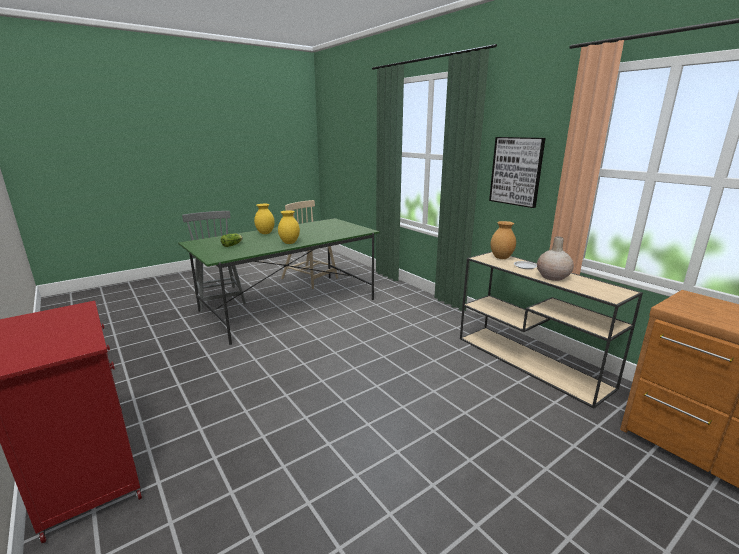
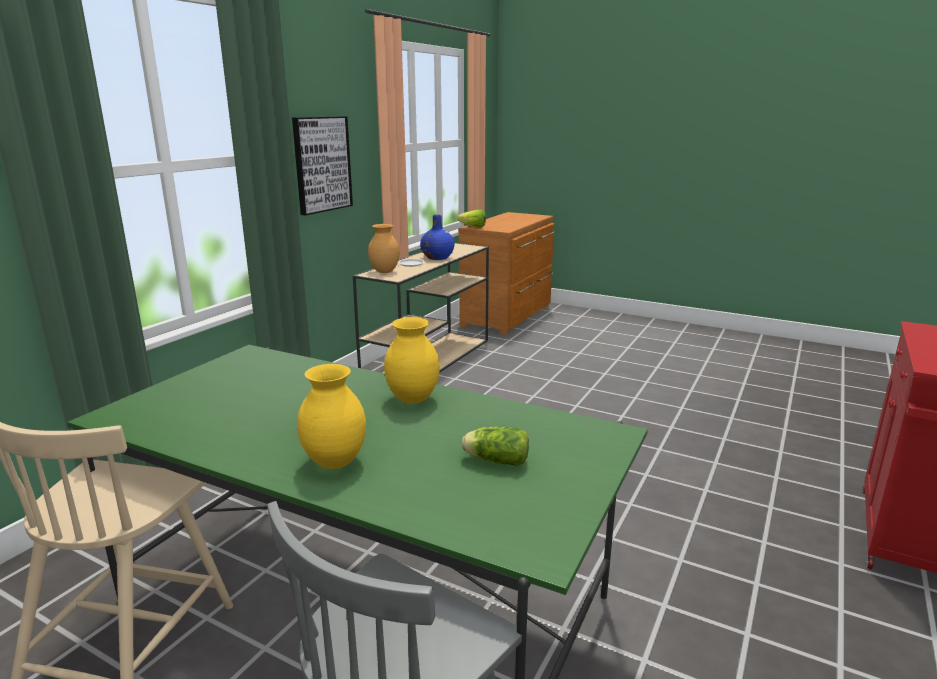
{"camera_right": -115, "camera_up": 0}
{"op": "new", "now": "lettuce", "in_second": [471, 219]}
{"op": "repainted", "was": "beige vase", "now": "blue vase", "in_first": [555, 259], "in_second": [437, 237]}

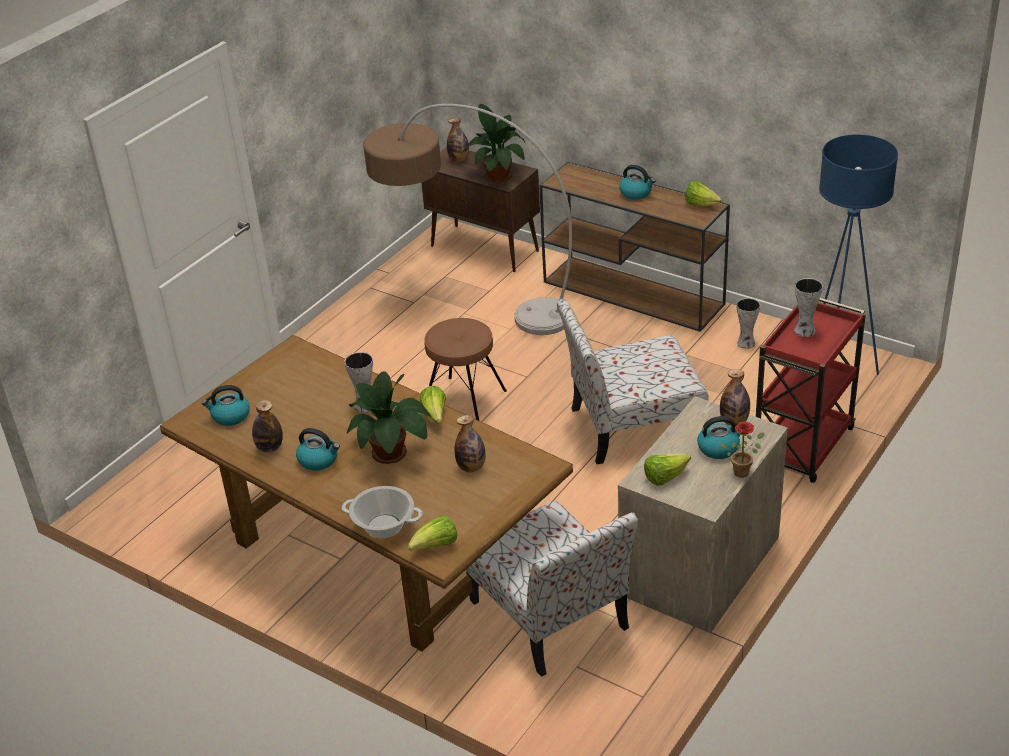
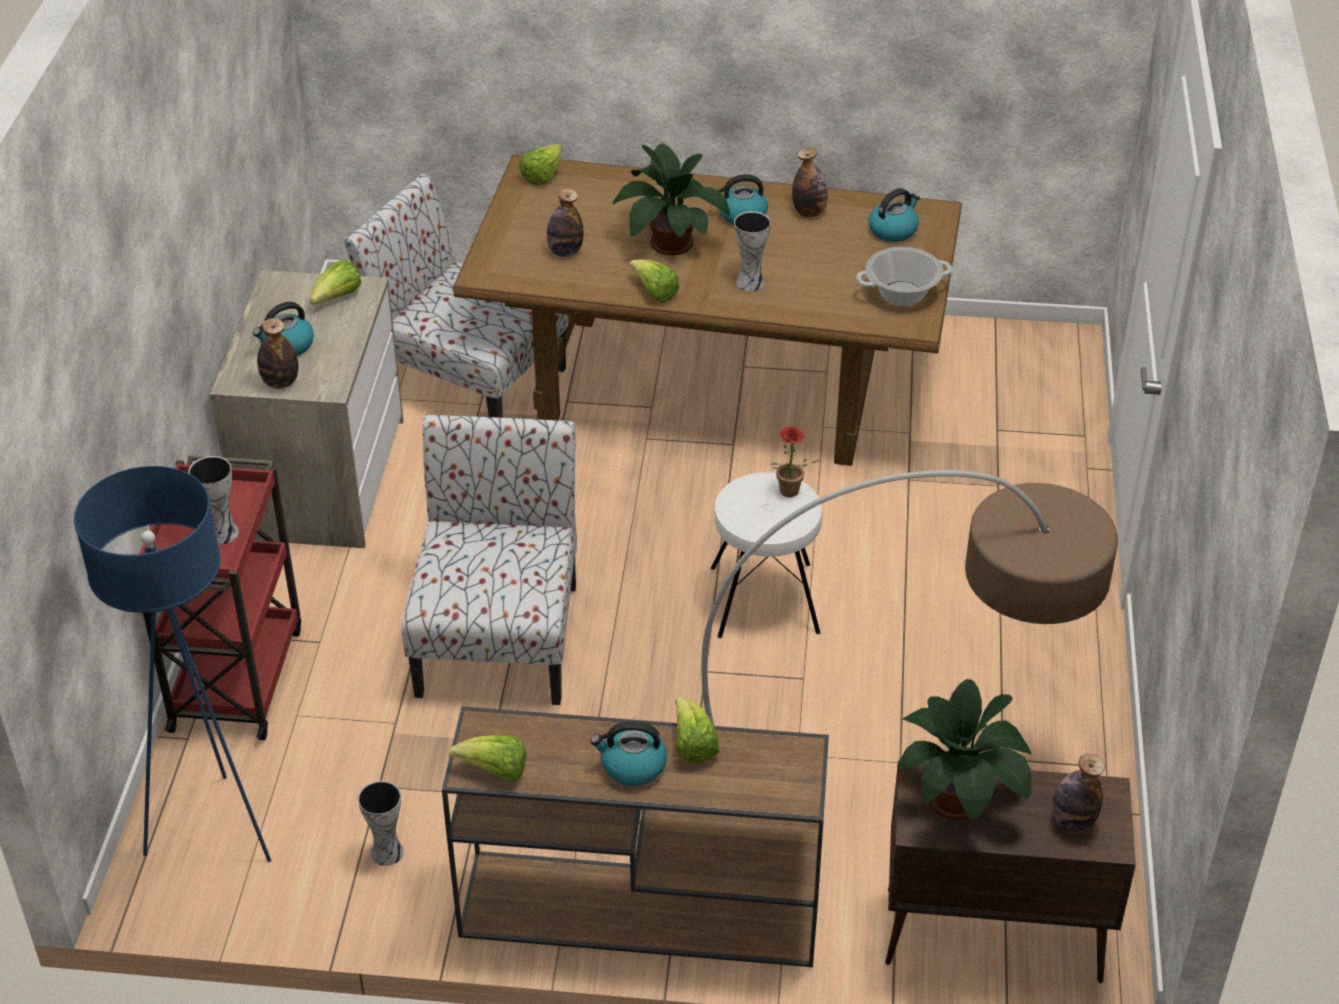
{"camera_right": 150, "camera_up": 5}
{"op": "new", "now": "lettuce", "in_second": [697, 730]}
{"op": "shifted", "was": "cooking pot", "in_first": [382, 512], "in_second": [904, 276]}
{"op": "shifted", "was": "potted plant", "in_first": [742, 450], "in_second": [796, 461]}
{"op": "repainted", "was": "brown stool", "now": "white stool", "in_first": [465, 369], "in_second": [766, 555]}
{"op": "rotated", "was": "chair", "in_first": [633, 381], "in_second": [489, 560], "clockwise": -45}

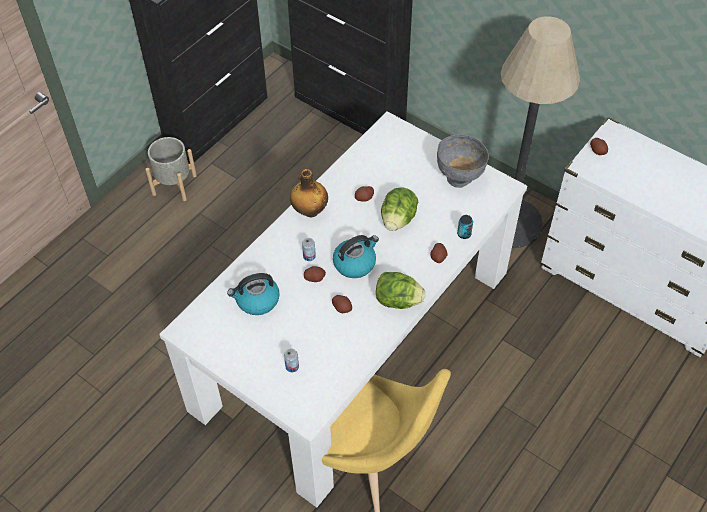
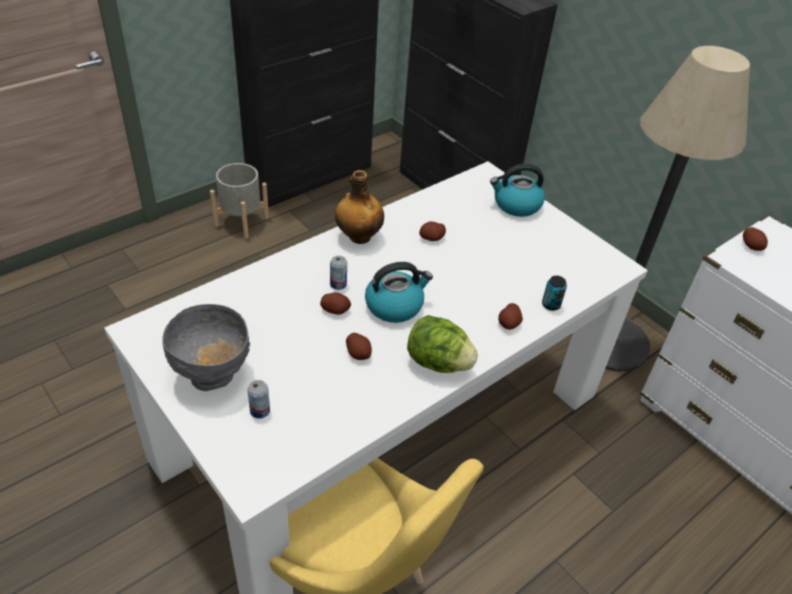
{"camera_right": 10, "camera_up": -10}
{"op": "gone", "was": "lettuce", "in_first": [399, 209]}
{"op": "shifted", "was": "kettle", "in_first": [253, 294], "in_second": [517, 190]}
{"op": "shifted", "was": "grey bowl", "in_first": [463, 161], "in_second": [206, 347]}

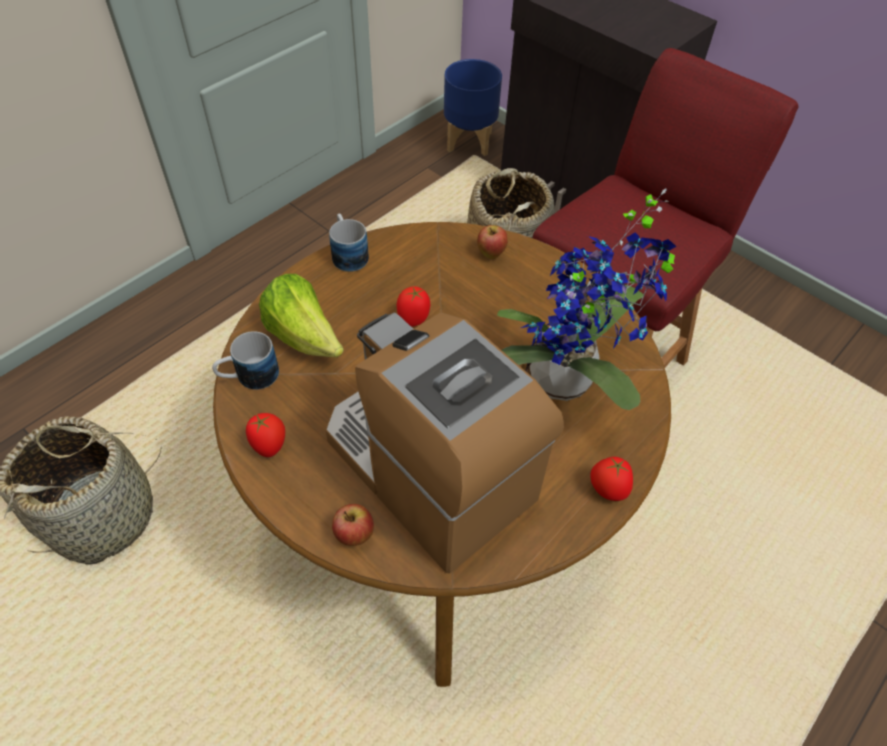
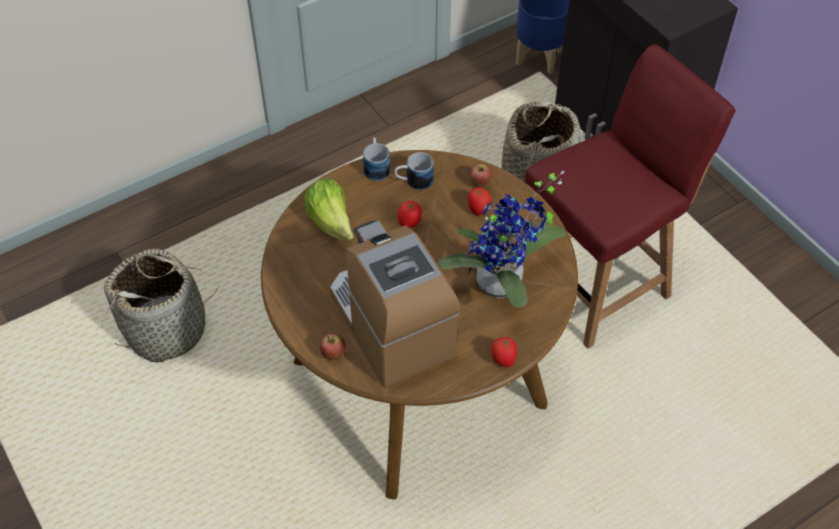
{"camera_right": 15, "camera_up": 0}
{"op": "shifted", "was": "mug", "in_first": [245, 360], "in_second": [414, 171]}
{"op": "shifted", "was": "tomato", "in_first": [265, 435], "in_second": [479, 202]}

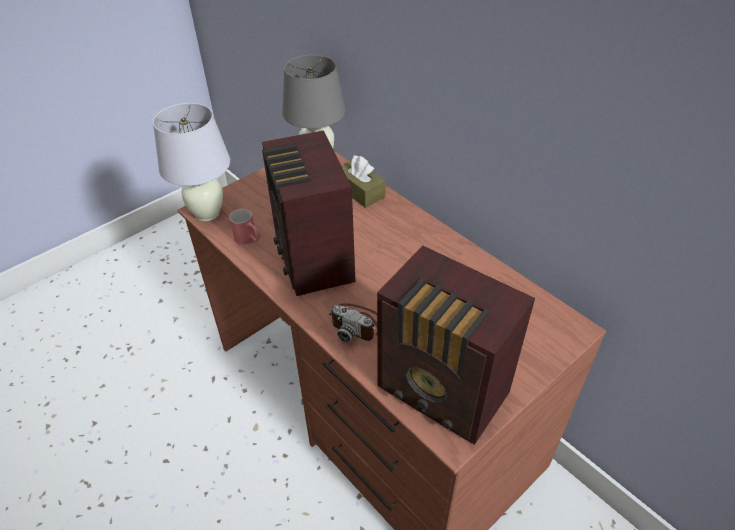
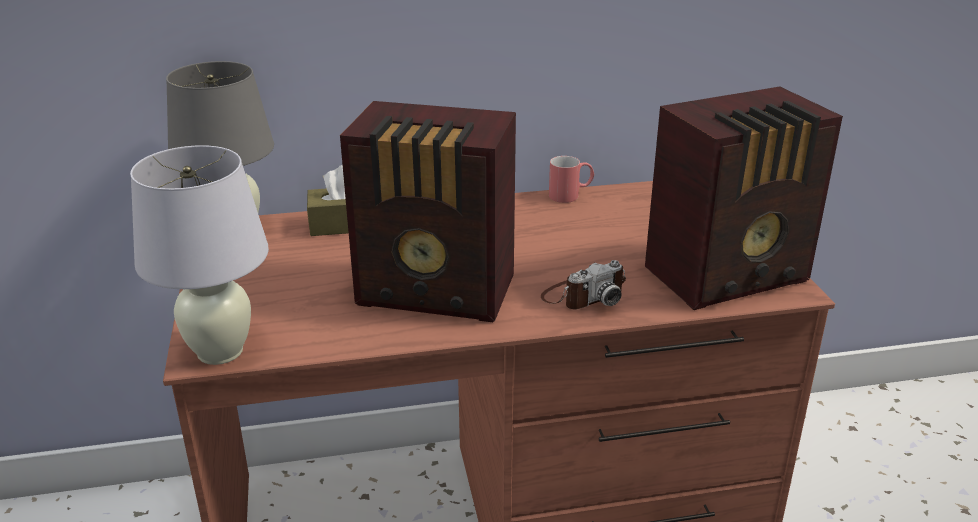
{"camera_right": -60, "camera_up": -15}
{"op": "shifted", "was": "red mug", "in_first": [245, 227], "in_second": [571, 179]}

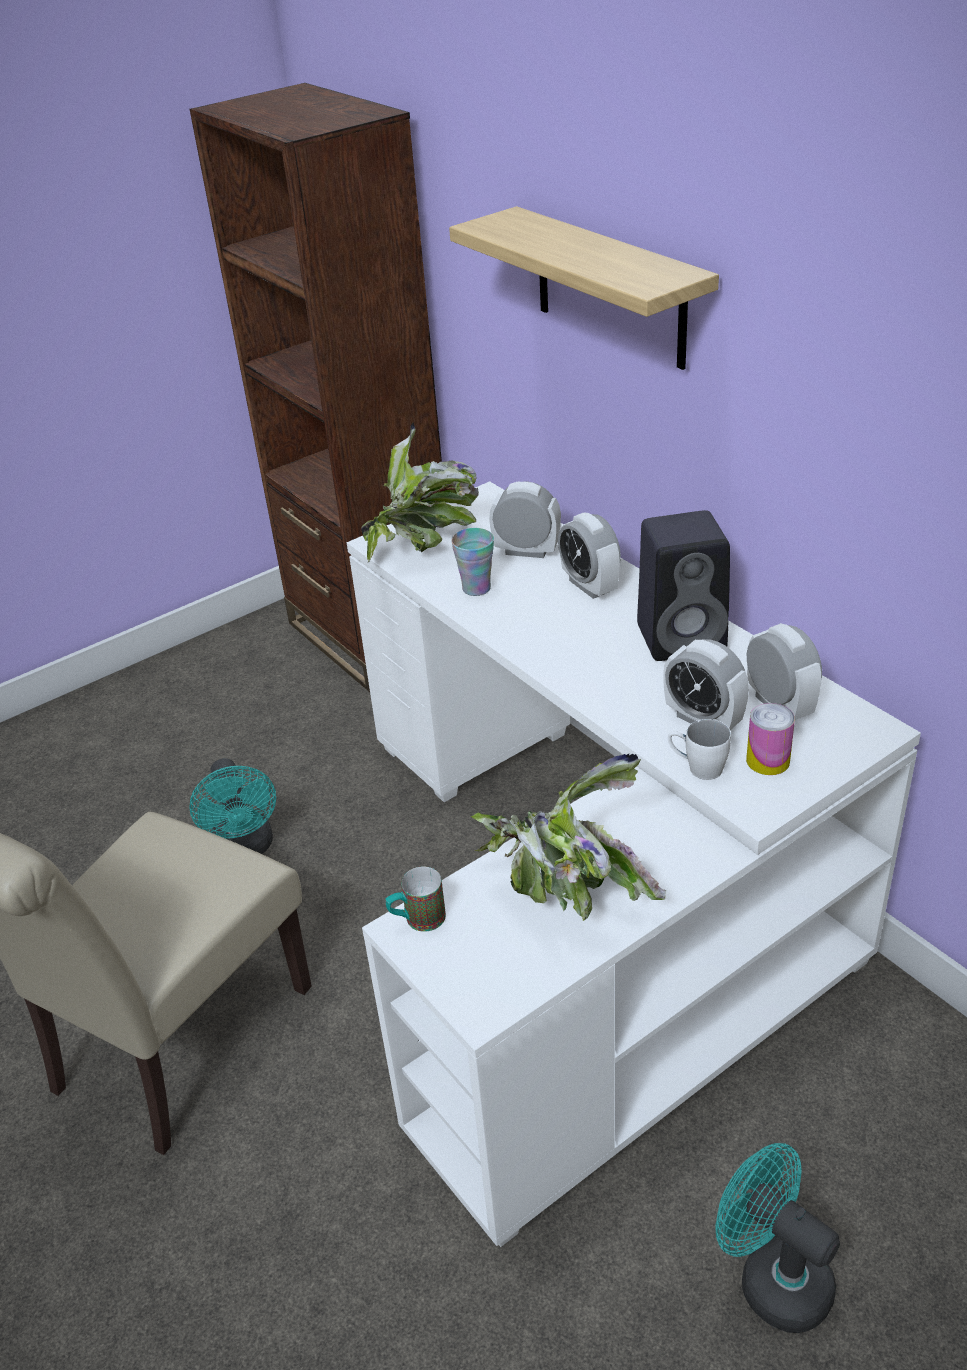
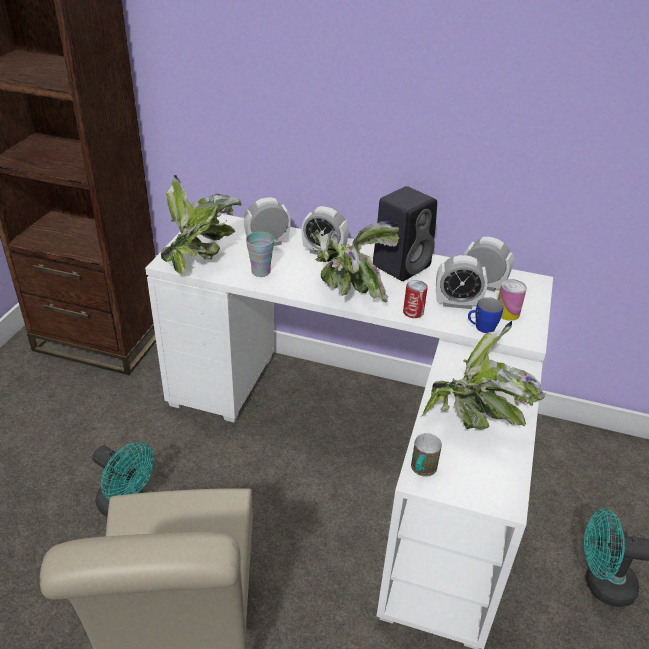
{"camera_right": -40, "camera_up": 0}
{"op": "gone", "was": "shelf", "in_first": [584, 288]}
{"op": "new", "now": "potted plant", "in_second": [355, 262]}
{"op": "new", "now": "can", "in_second": [415, 299]}
{"op": "repainted", "was": "white mug", "now": "blue mug", "in_first": [699, 749], "in_second": [486, 315]}

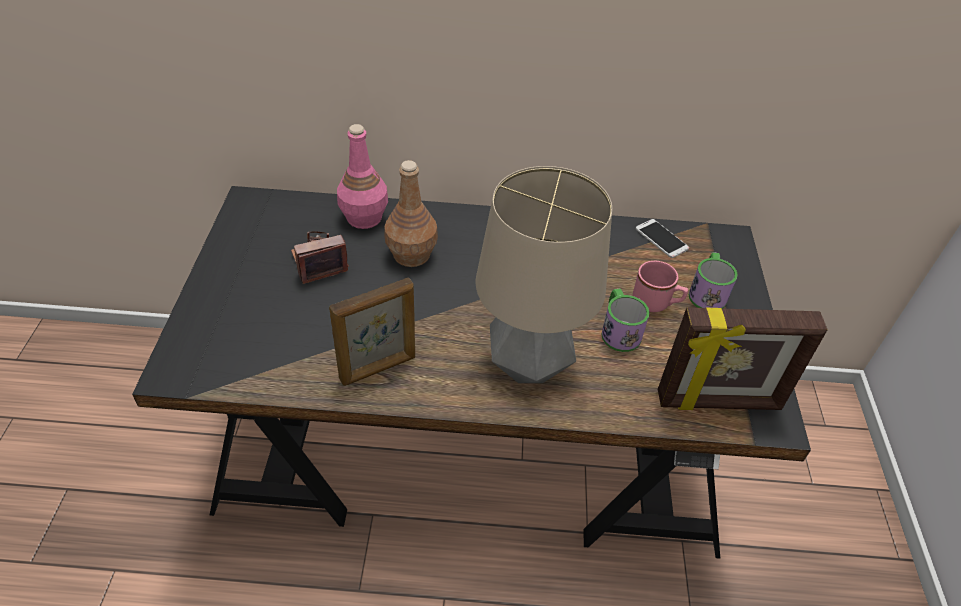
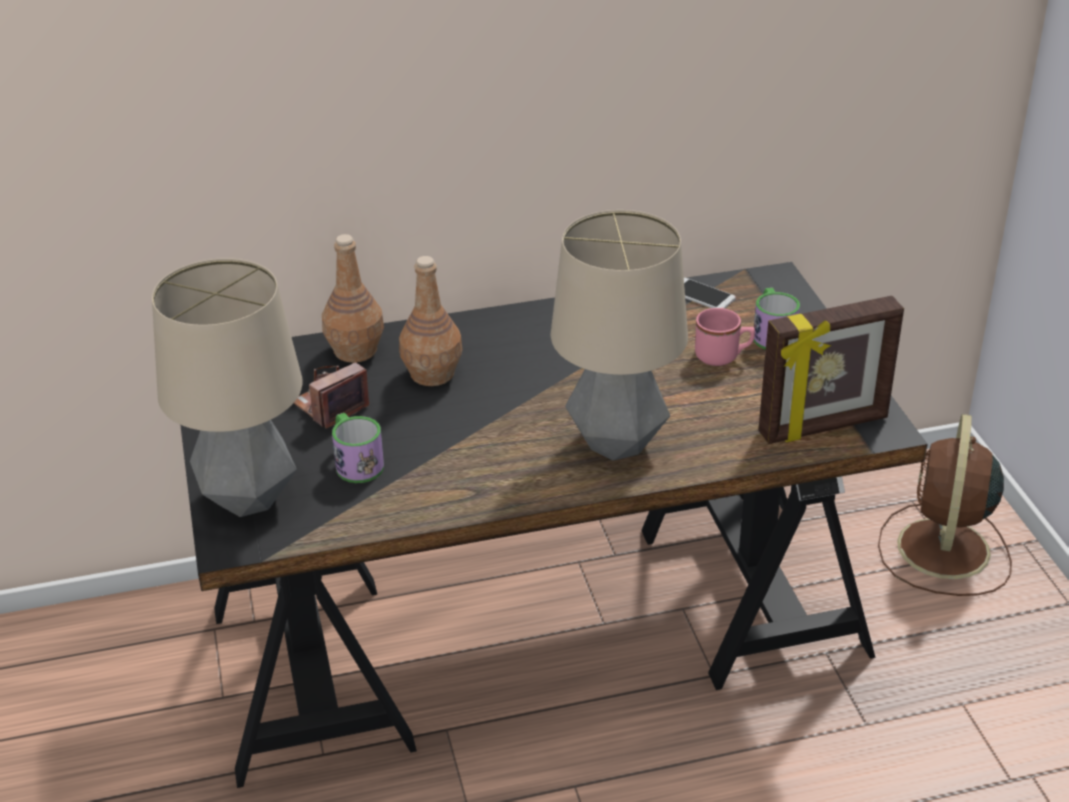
{"camera_right": -15, "camera_up": -10}
{"op": "gone", "was": "picture frame", "in_first": [372, 332]}
{"op": "new", "now": "table lamp", "in_second": [227, 387]}
{"op": "new", "now": "brown fan", "in_second": [945, 505]}
{"op": "shifted", "was": "mug", "in_first": [625, 320], "in_second": [358, 448]}
{"op": "repainted", "was": "pink bottle", "now": "brown bottle", "in_first": [362, 176], "in_second": [353, 298]}

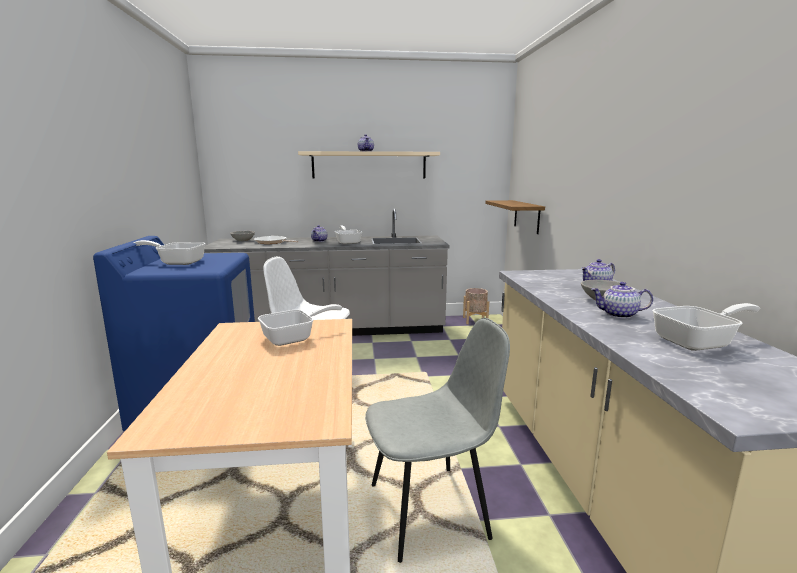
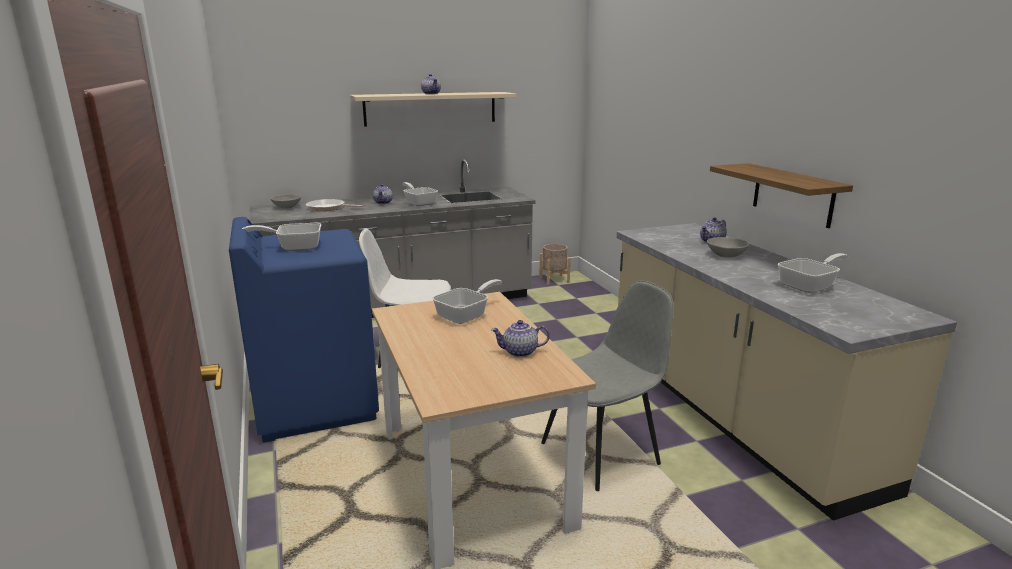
{"camera_right": -15, "camera_up": 5}
{"op": "shifted", "was": "shelf", "in_first": [515, 217], "in_second": [781, 195]}
{"op": "shifted", "was": "teapot", "in_first": [622, 300], "in_second": [520, 338]}

